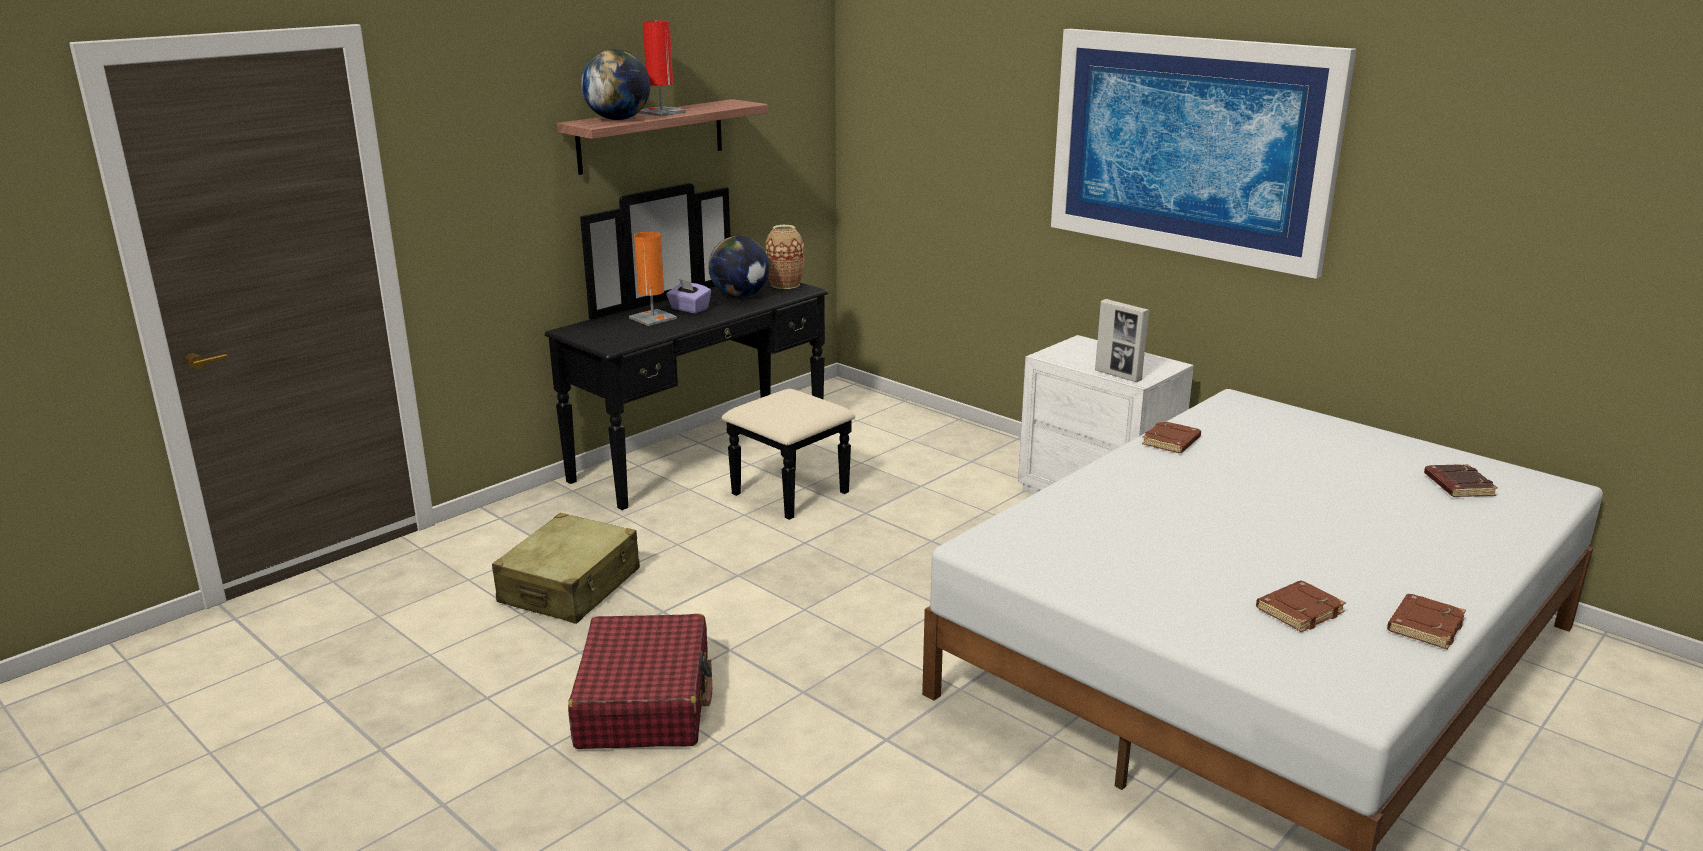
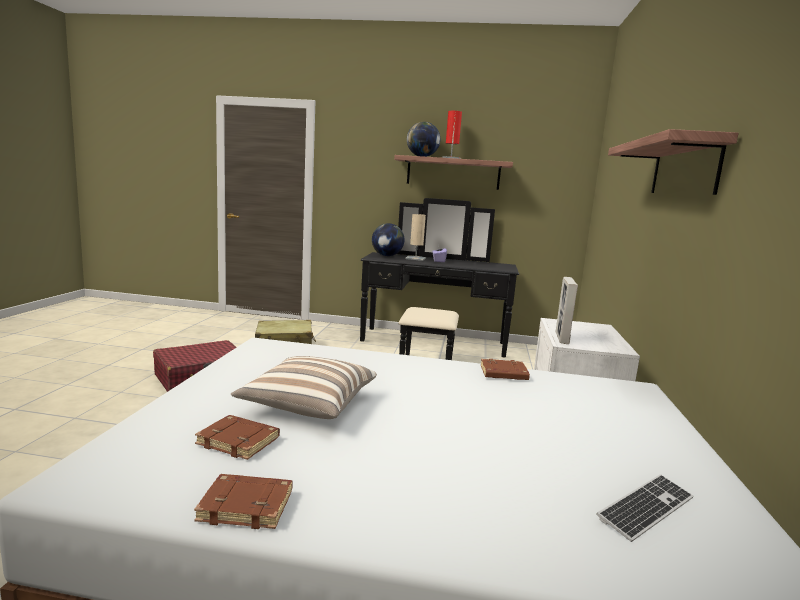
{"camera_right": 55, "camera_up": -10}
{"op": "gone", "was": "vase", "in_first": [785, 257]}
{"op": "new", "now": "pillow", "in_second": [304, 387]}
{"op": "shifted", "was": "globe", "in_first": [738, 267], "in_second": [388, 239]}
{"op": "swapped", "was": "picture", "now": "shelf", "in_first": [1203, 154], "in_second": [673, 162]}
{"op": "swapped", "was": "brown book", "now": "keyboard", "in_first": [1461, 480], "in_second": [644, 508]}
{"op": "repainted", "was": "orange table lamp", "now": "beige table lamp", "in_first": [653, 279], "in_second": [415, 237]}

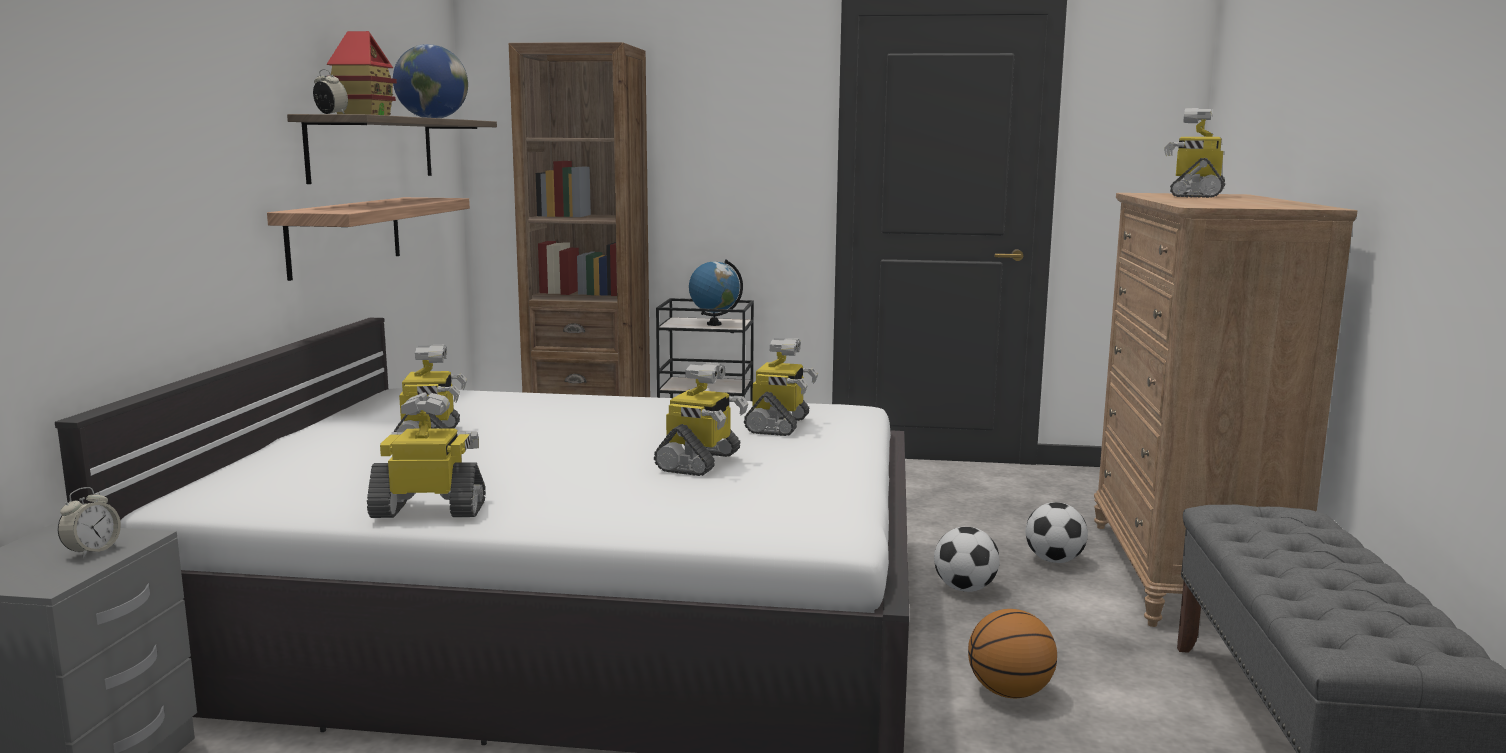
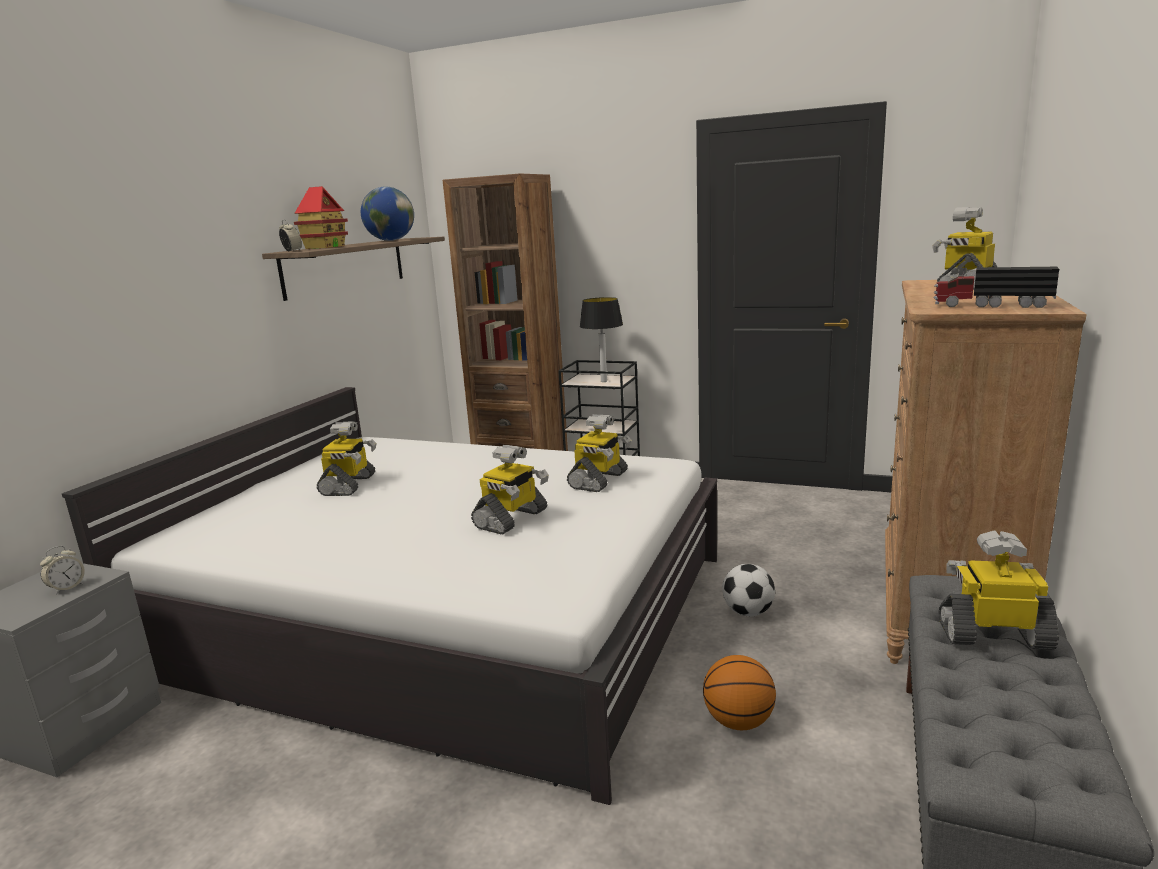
{"camera_right": 15, "camera_up": 5}
{"op": "gone", "was": "shelf", "in_first": [368, 239]}
{"op": "gone", "was": "football", "in_first": [1057, 532]}
{"op": "new", "now": "toy truck", "in_second": [996, 287]}
{"op": "shifted", "was": "toy robot", "in_first": [426, 455], "in_second": [998, 590]}
{"op": "swapped", "was": "globe", "now": "table lamp", "in_first": [716, 293], "in_second": [601, 339]}

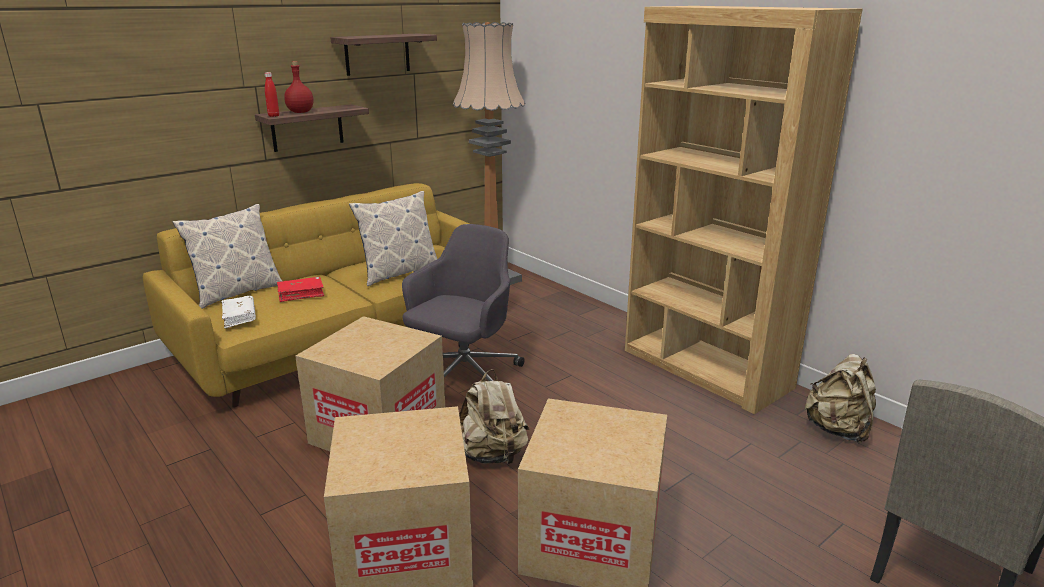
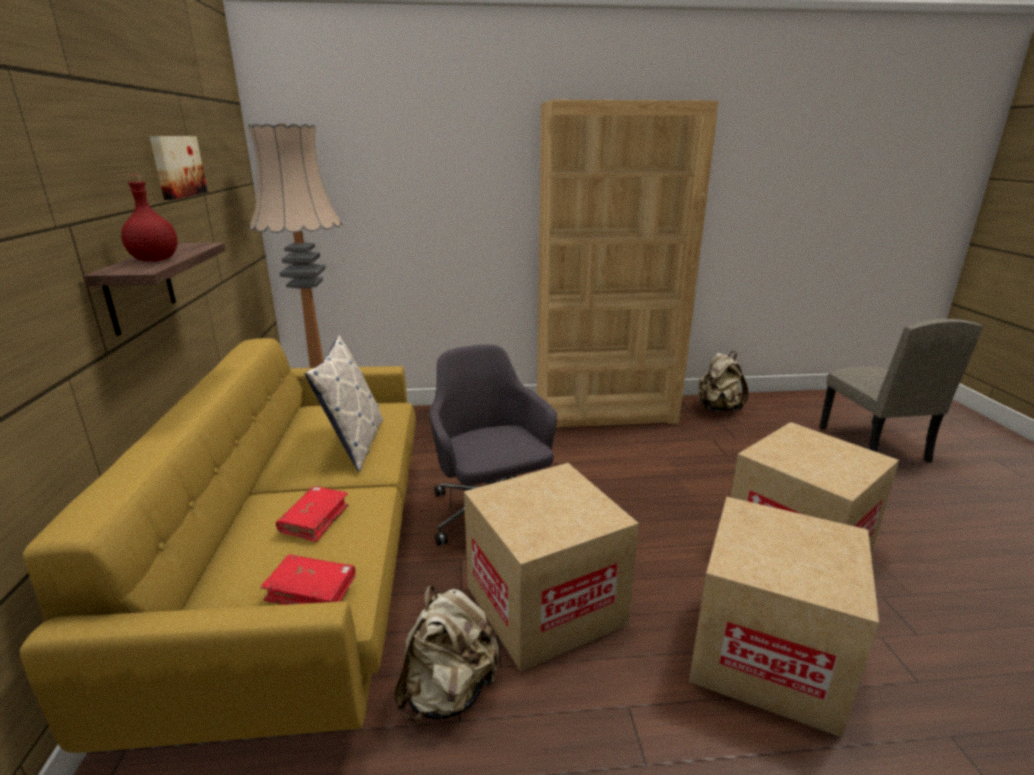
{"camera_right": -55, "camera_up": 0}
{"op": "gone", "was": "pillow", "in_first": [227, 256]}
{"op": "gone", "was": "red bottle", "in_first": [272, 94]}
{"op": "shifted", "was": "beige backpack", "in_first": [494, 417], "in_second": [446, 654]}
{"op": "swapped", "was": "shelf", "now": "picture", "in_first": [383, 54], "in_second": [178, 168]}
{"op": "repainted", "was": "white book", "now": "red book", "in_first": [239, 312], "in_second": [308, 579]}

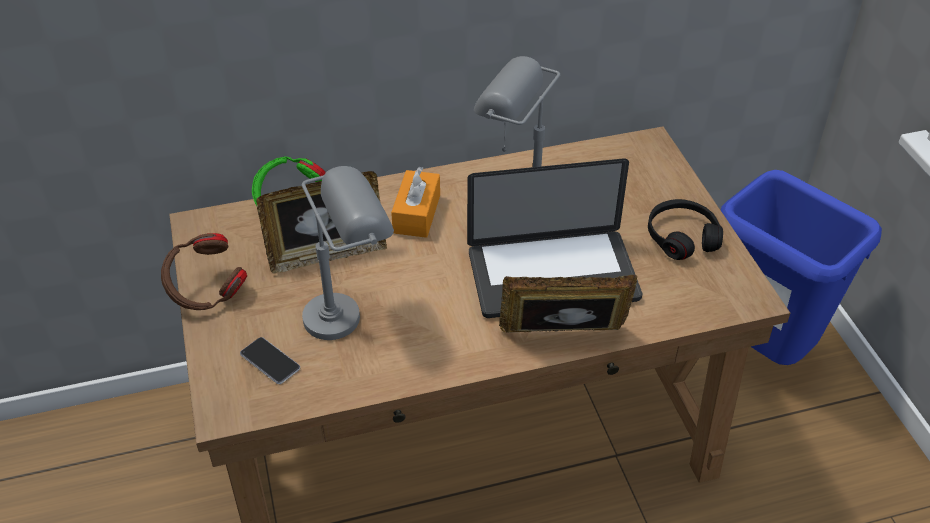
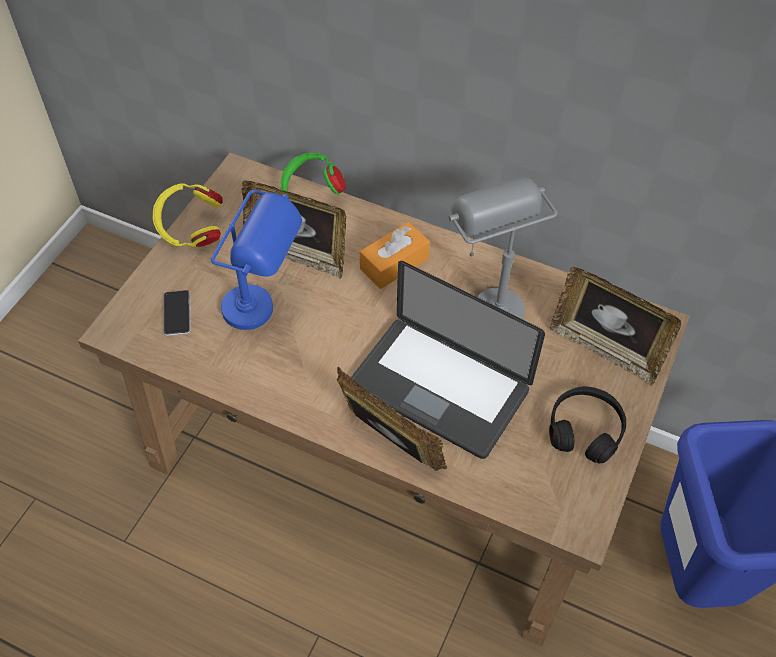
{"camera_right": 40, "camera_up": 10}
{"op": "new", "now": "picture frame", "in_second": [615, 326]}
{"op": "repainted", "was": "brown headphones", "now": "yellow headphones", "in_first": [204, 271], "in_second": [188, 215]}
{"op": "repainted", "was": "grey table lamp", "now": "blue table lamp", "in_first": [348, 253], "in_second": [256, 260]}

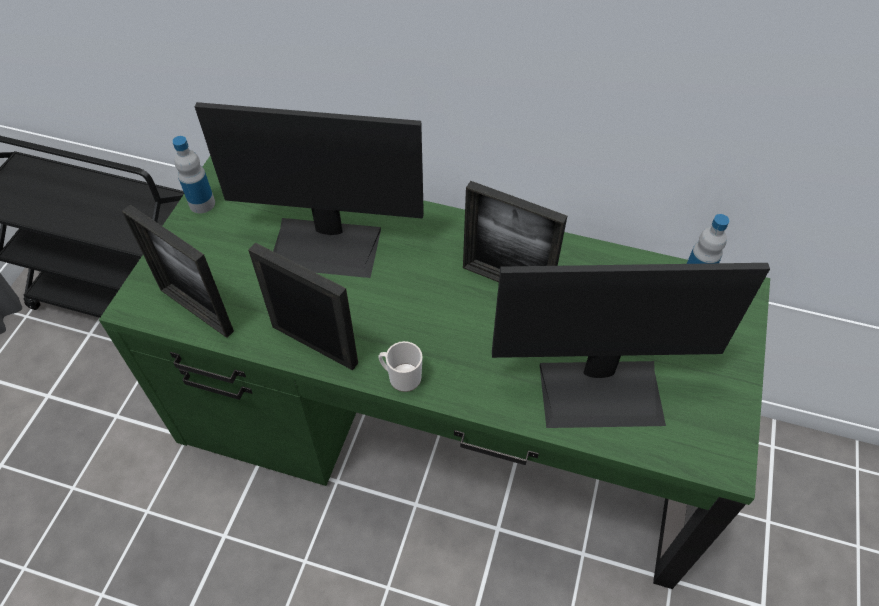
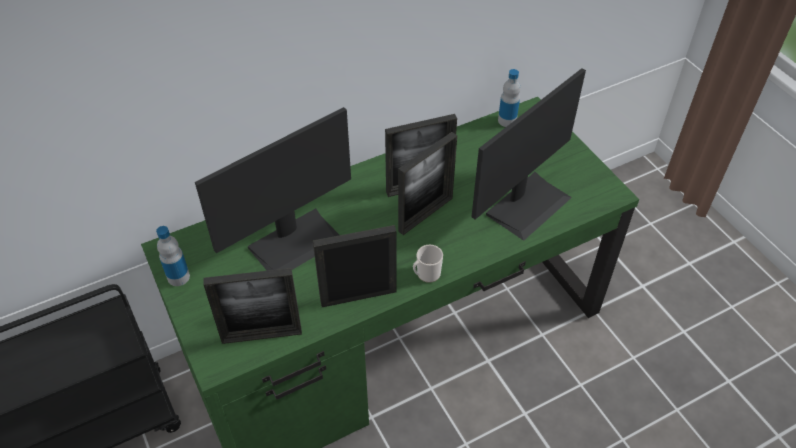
{"camera_right": -45, "camera_up": -5}
{"op": "new", "now": "picture frame", "in_second": [427, 183]}

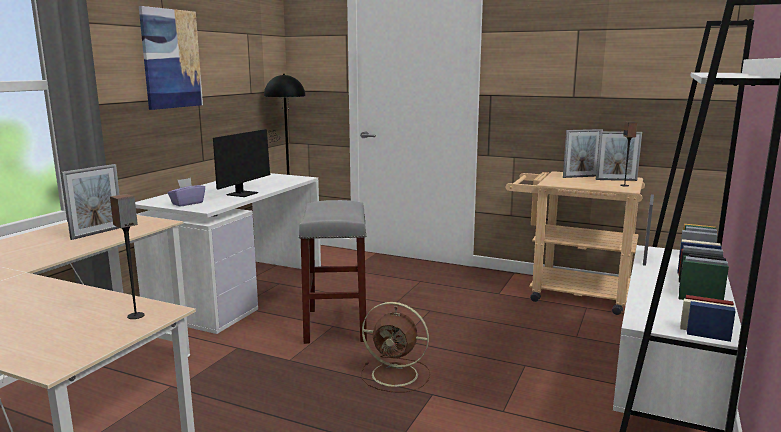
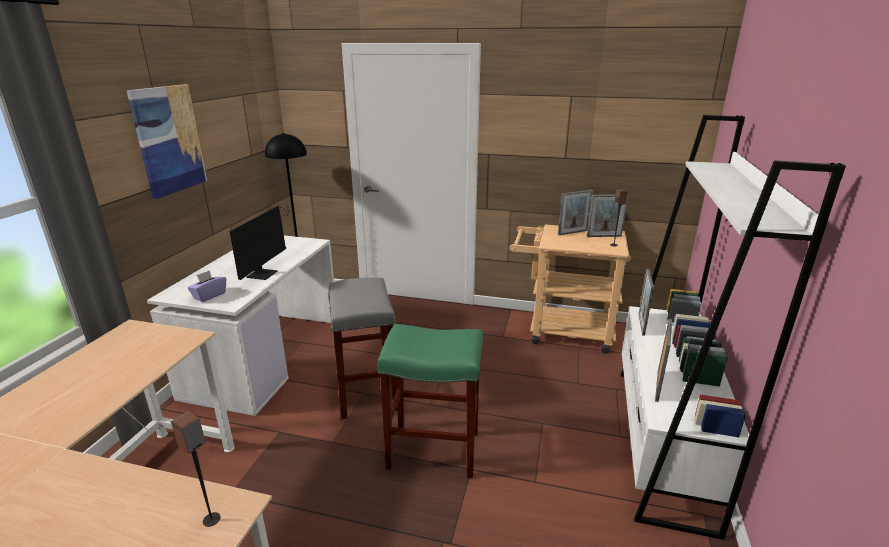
{"camera_right": -10, "camera_up": 10}
{"op": "shifted", "was": "picture frame", "in_first": [90, 202], "in_second": [663, 360]}
{"op": "swapped", "was": "brown fan", "now": "green stool", "in_first": [395, 347], "in_second": [430, 401]}

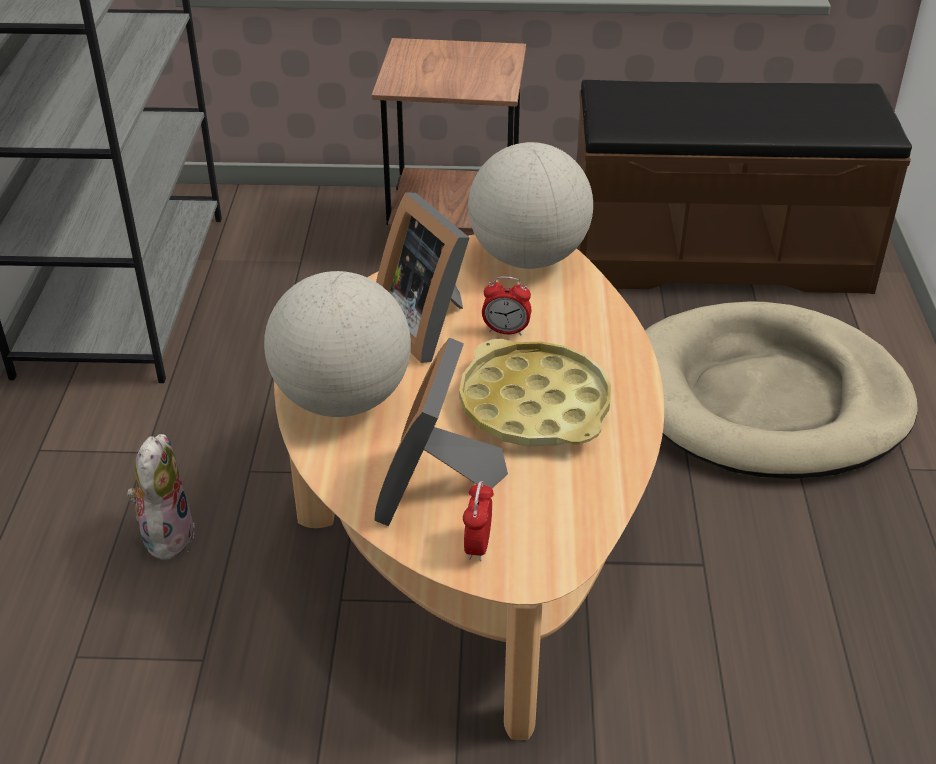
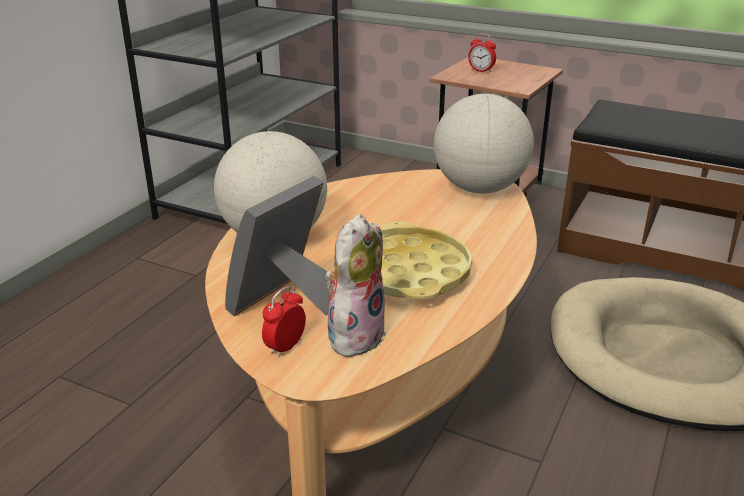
{"camera_right": 25, "camera_up": -10}
{"op": "gone", "was": "picture frame", "in_first": [423, 277]}
{"op": "shifted", "was": "plush toy", "in_first": [161, 498], "in_second": [355, 287]}
{"op": "shifted", "was": "alarm clock", "in_first": [506, 305], "in_second": [482, 53]}

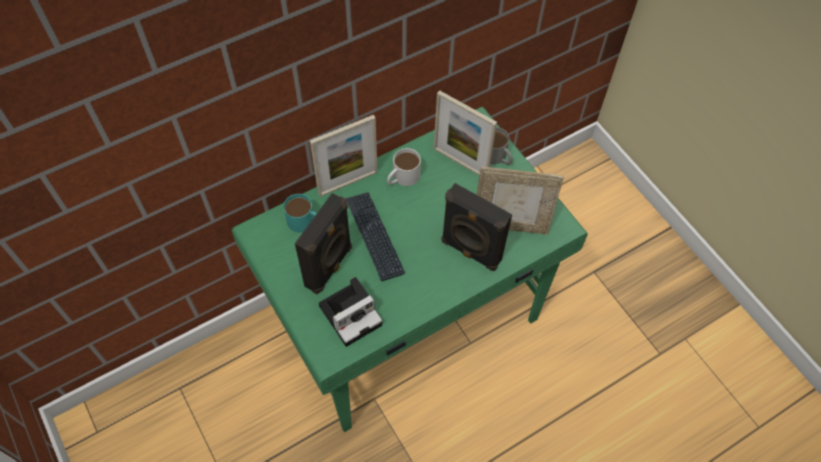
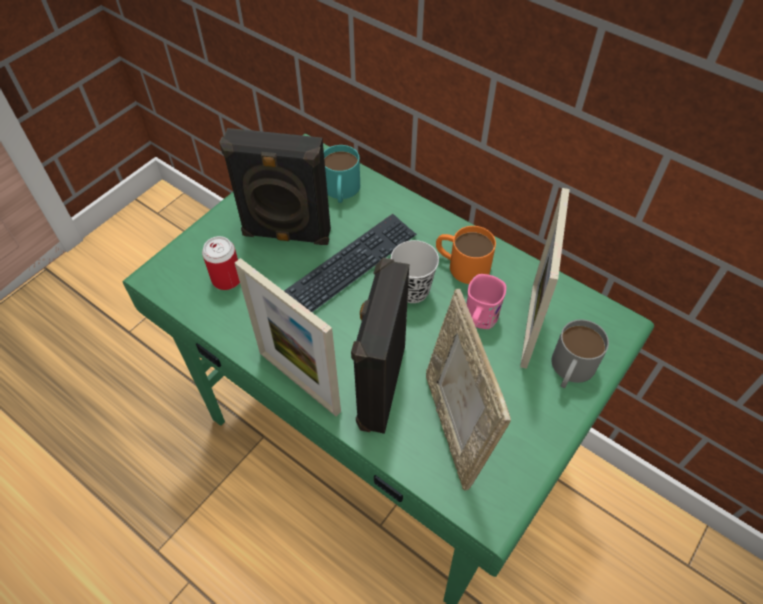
{"camera_right": 70, "camera_up": -5}
{"op": "new", "now": "black cup", "in_second": [415, 271]}
{"op": "new", "now": "pink mug", "in_second": [486, 301]}
{"op": "shifted", "was": "picture frame", "in_first": [344, 156], "in_second": [288, 337]}
{"op": "swapped", "was": "photo camera", "now": "can", "in_first": [350, 312], "in_second": [221, 263]}
{"op": "repainted", "was": "white mug", "now": "orange mug", "in_first": [404, 167], "in_second": [466, 255]}

